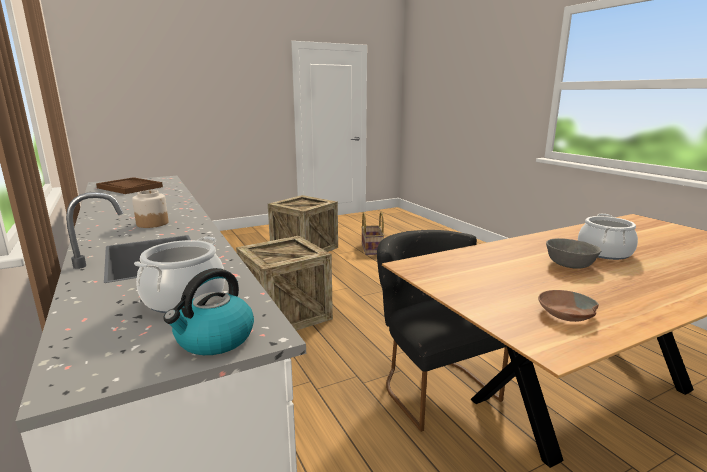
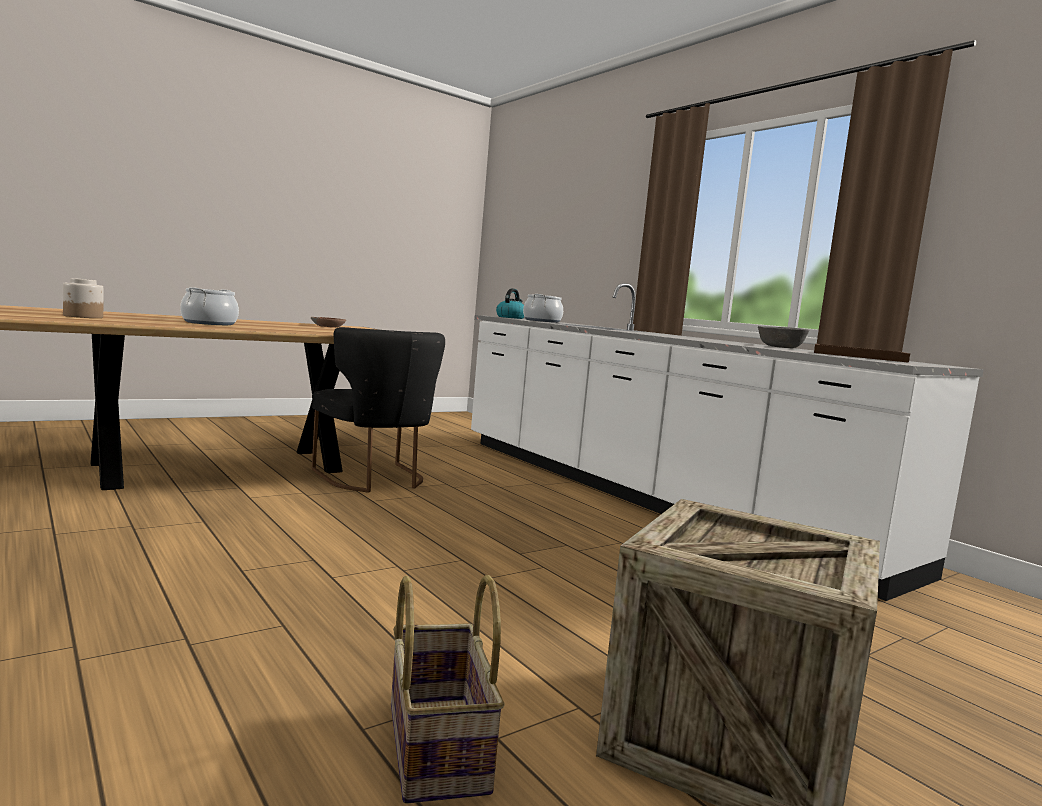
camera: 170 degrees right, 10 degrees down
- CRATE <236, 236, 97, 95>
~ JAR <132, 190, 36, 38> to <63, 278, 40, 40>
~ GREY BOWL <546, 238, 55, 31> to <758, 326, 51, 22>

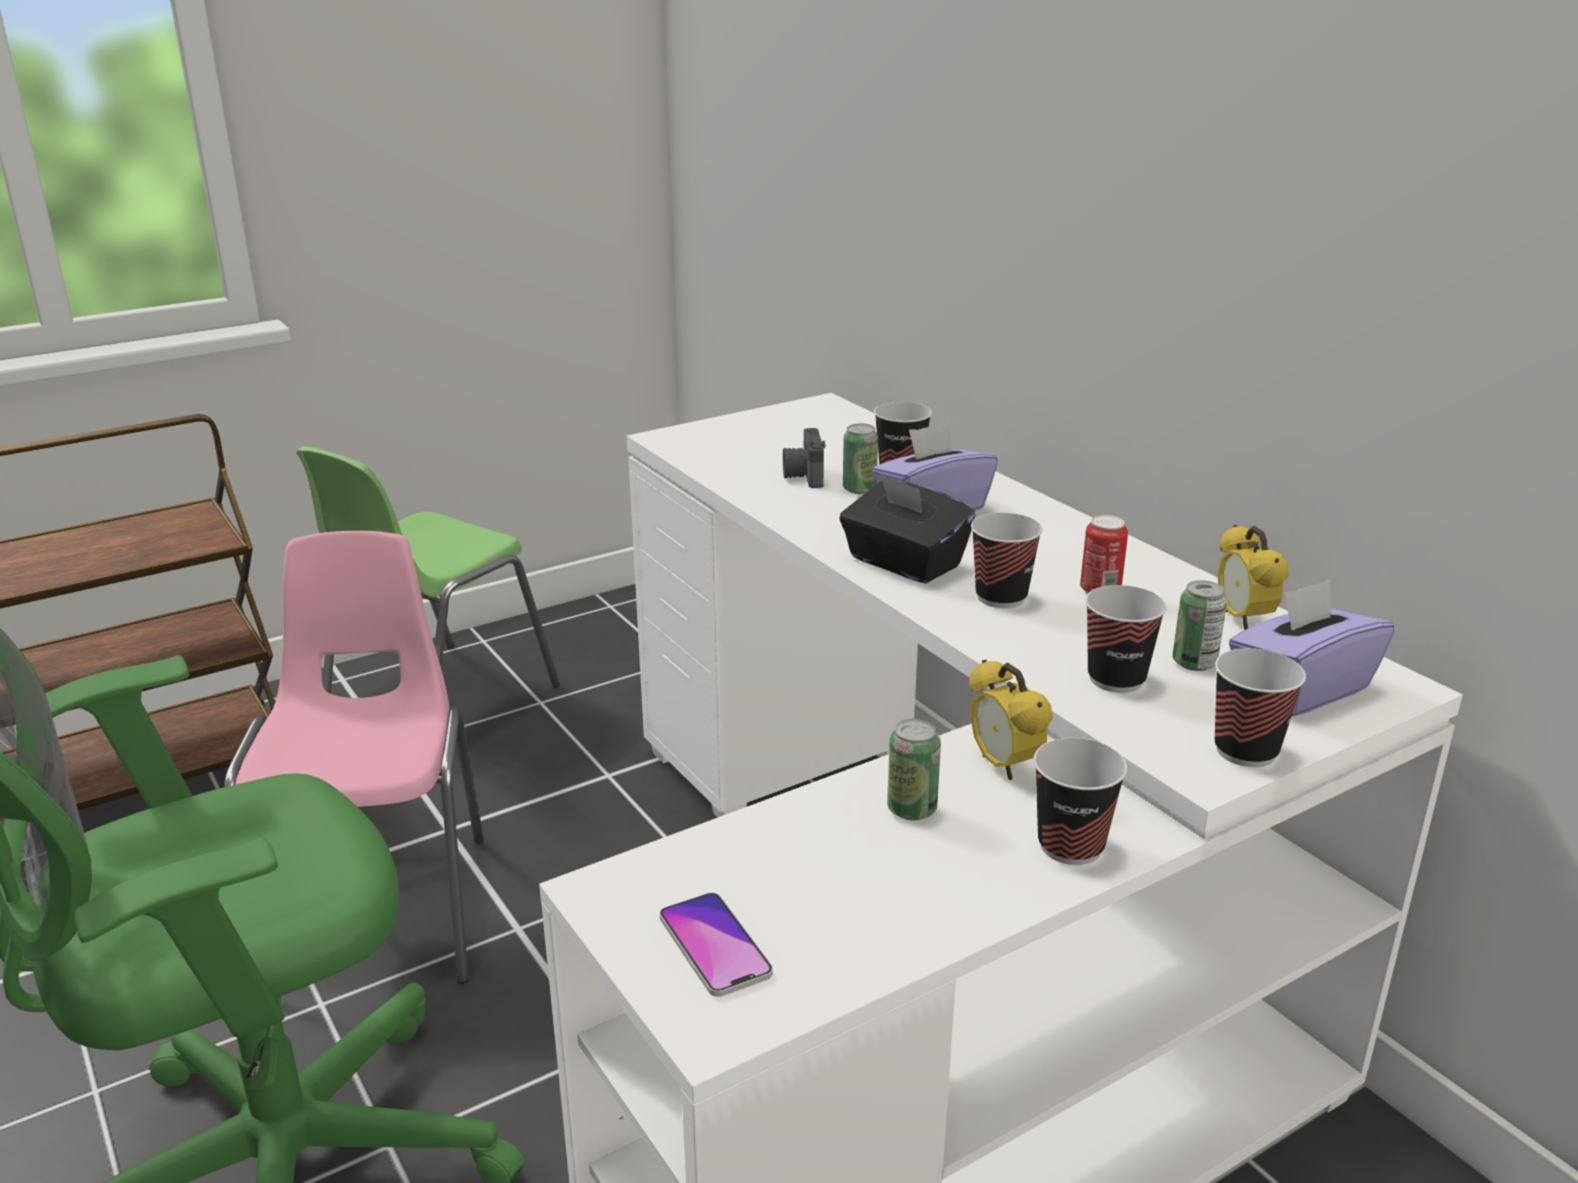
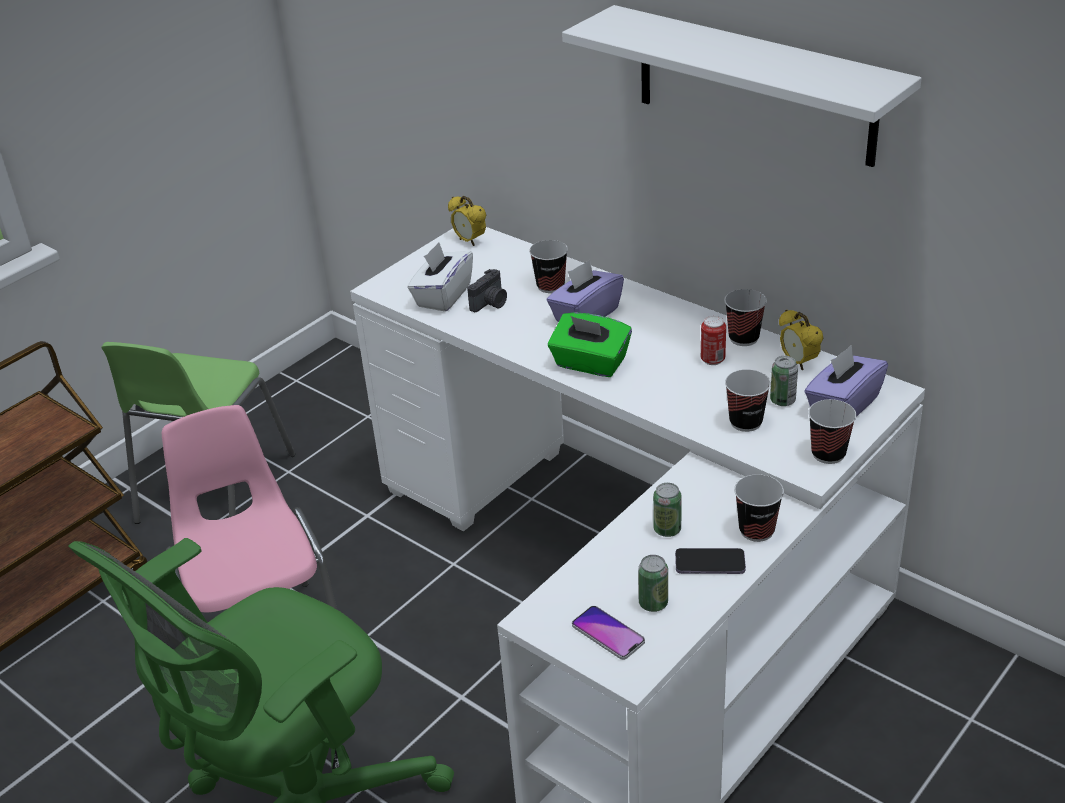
camera: 15 degrees left, 10 degrees up
+ WHITE TISSUE BOX <408, 242, 65, 70>
+ WHITE SHELF <562, 5, 360, 162>
+ PHONE <675, 548, 71, 26>
~ CAN <843, 424, 35, 70> to <638, 555, 30, 57>
~ ALARM CLOCK <969, 660, 84, 120> to <448, 196, 38, 50>
~ CUP <971, 513, 72, 95> to <725, 289, 42, 57>
~ BLACK TISSUE BOX <839, 474, 136, 110> to GREEN TISSUE BOX <548, 312, 84, 65>
~ PHOTO CAMERA <783, 428, 43, 60> = <467, 269, 40, 43> 120 degrees counterclockwise

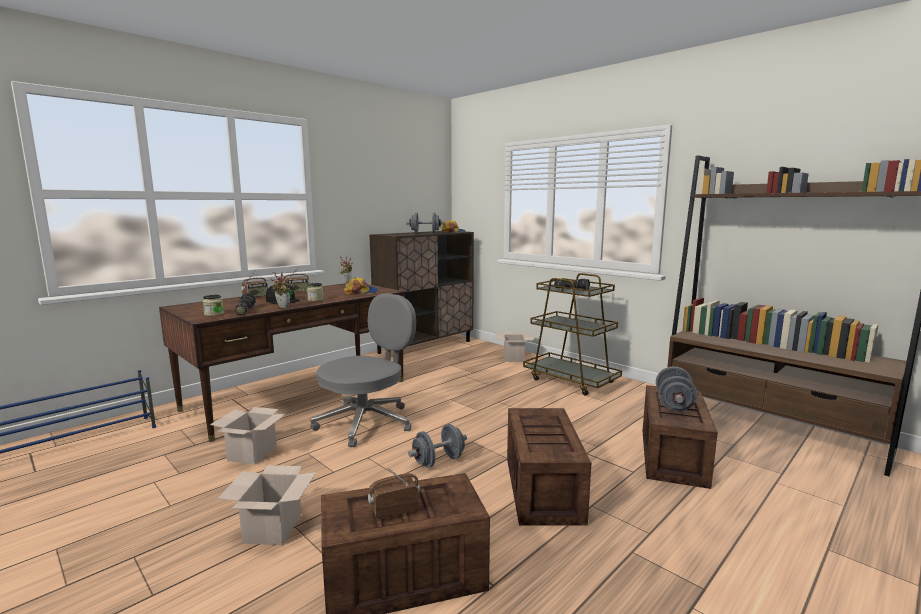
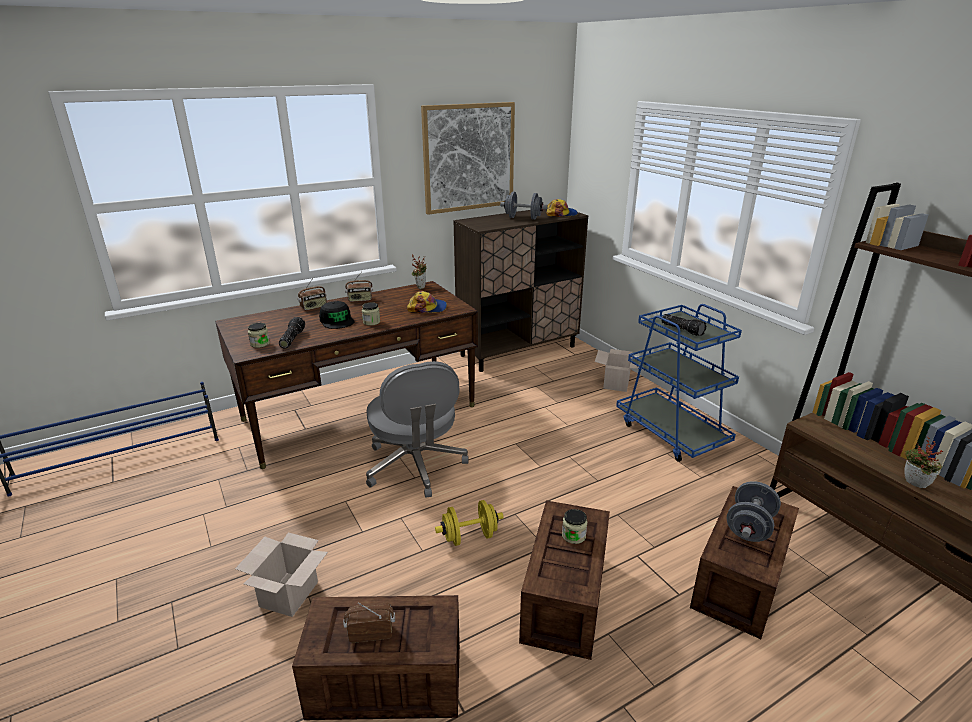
camera: 15 degrees right, 15 degrees up
- CARDBOARD BOX <210, 407, 77, 57>
+ PICTURE <421, 102, 94, 113>
+ JAR <562, 509, 25, 35>
~ POTTED PLANT <270, 272, 20, 36> to <904, 437, 39, 51>
~ GREY DUMBBELL <408, 424, 59, 44> to YELLOW DUMBBELL <435, 500, 69, 46>
~ BROWN CART <523, 273, 99, 123> to BLUE CART <616, 304, 126, 158>
~ GREY OFFICE CHAIR <310, 293, 106, 154> = <366, 361, 103, 137> 105 degrees clockwise

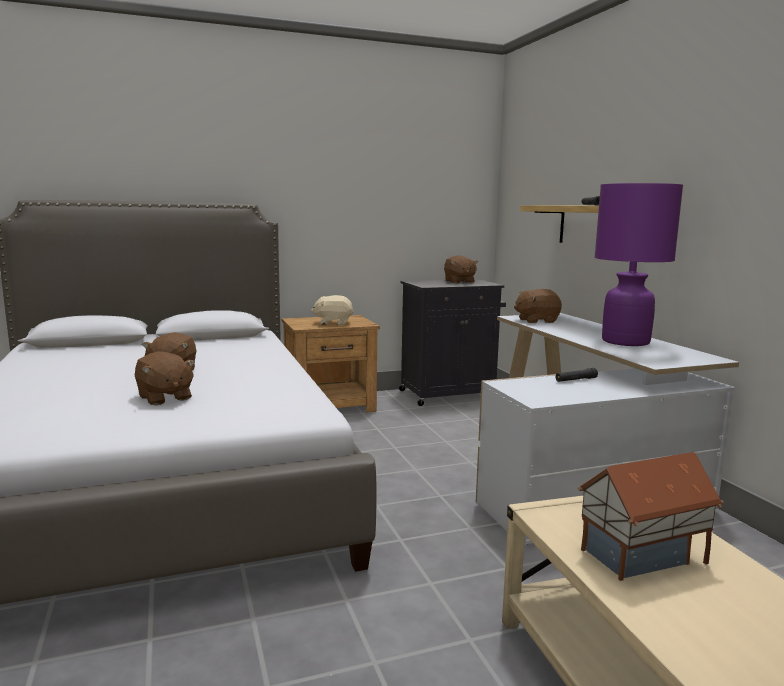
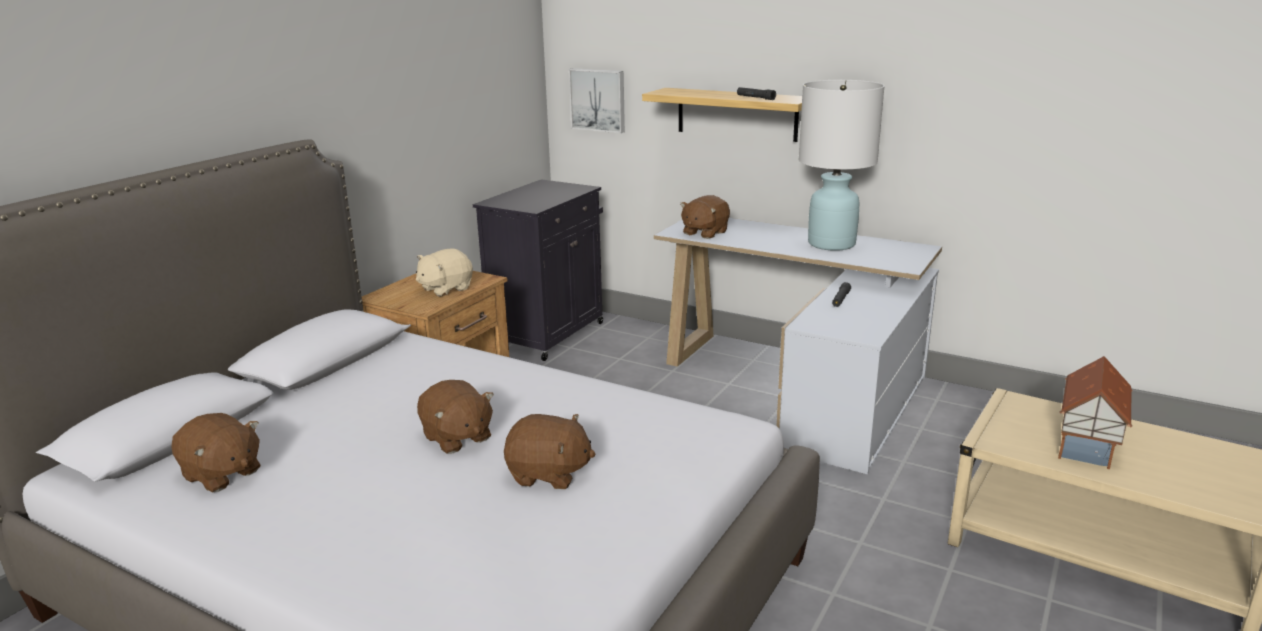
camera: 40 degrees left, 10 degrees up
+ PICTURE <569, 68, 56, 65>
~ BROWN PLUSH TOY <444, 255, 34, 28> to <171, 413, 90, 79>
~ PURPLE TABLE LAMP <594, 183, 89, 163> to WHITE TABLE LAMP <799, 80, 86, 171>

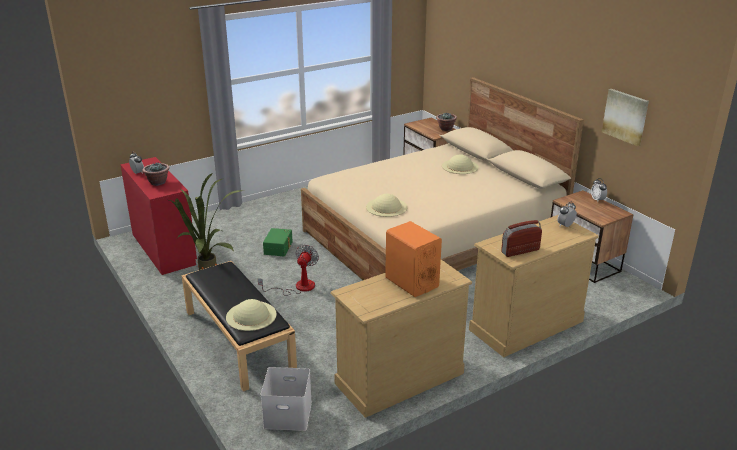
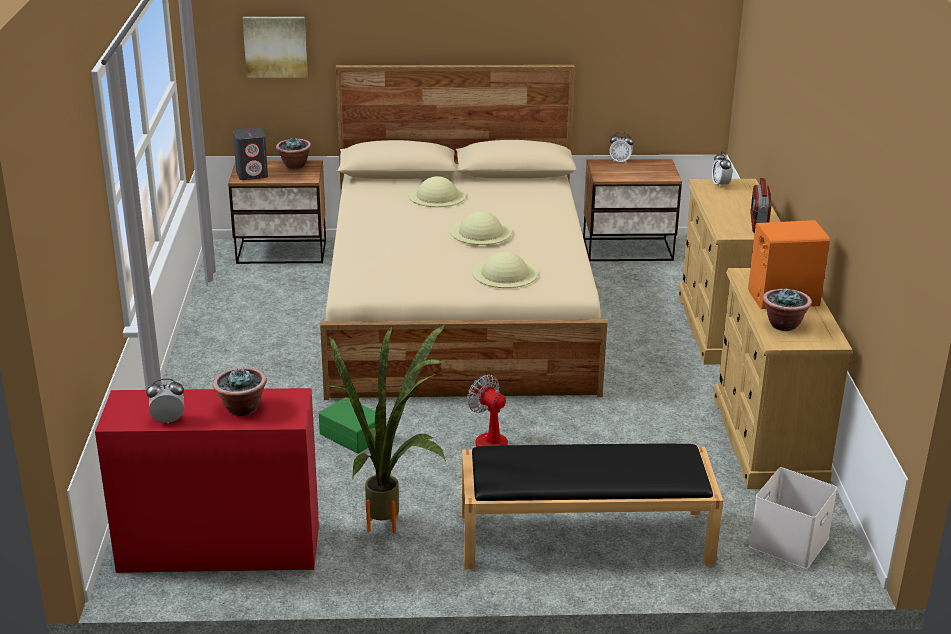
camera: 60 degrees left, 0 degrees up
+ GREY SPEAKER <233, 127, 35, 53>
+ POTTED PLANT <763, 288, 49, 43>
~ BEIGE HAT <226, 299, 51, 32> to <450, 211, 62, 34>
~ PICTURE <602, 89, 47, 57> to <242, 17, 66, 61>

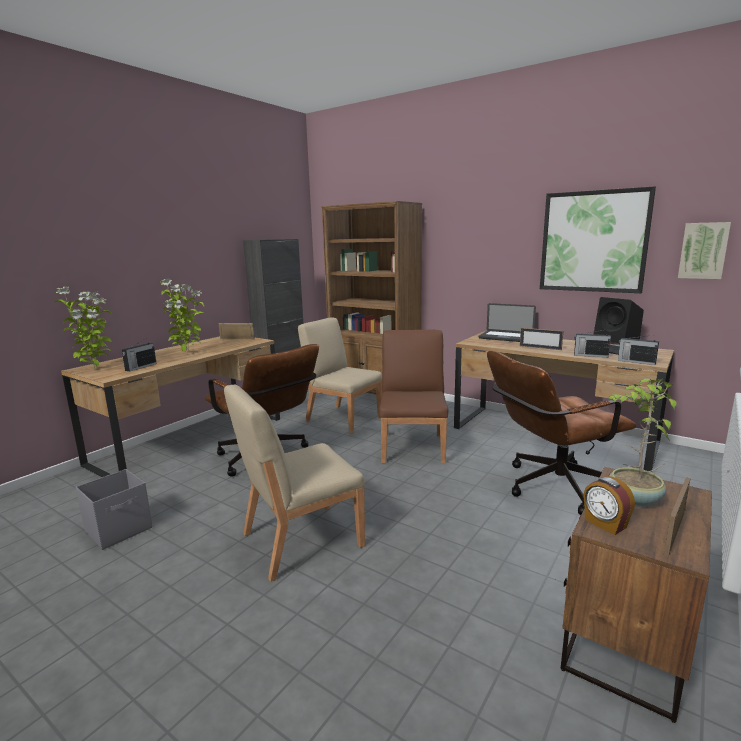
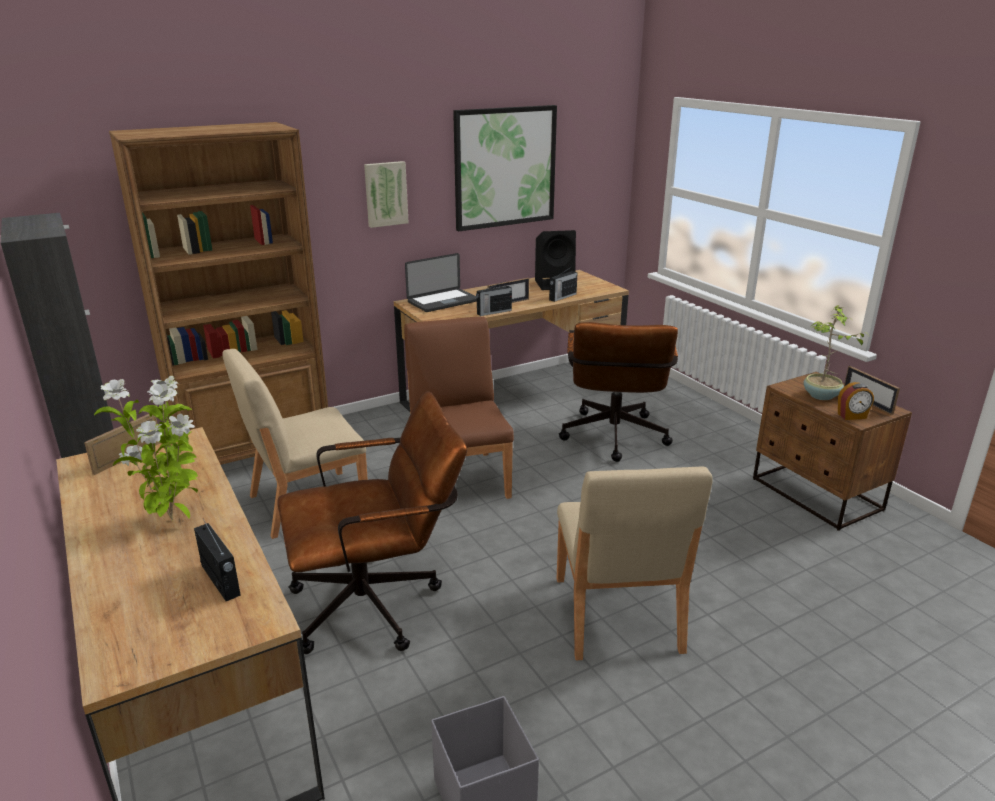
camera: 65 degrees left, 10 degrees up
- POTTED PLANT <55, 286, 57, 83>
~ RADIO <618, 335, 41, 30> to <476, 281, 36, 35>
~ PICTURE <678, 222, 53, 57> to <364, 161, 45, 67>
~ BROWN CHAIR <379, 330, 70, 134> = <404, 317, 110, 182> 45 degrees clockwise

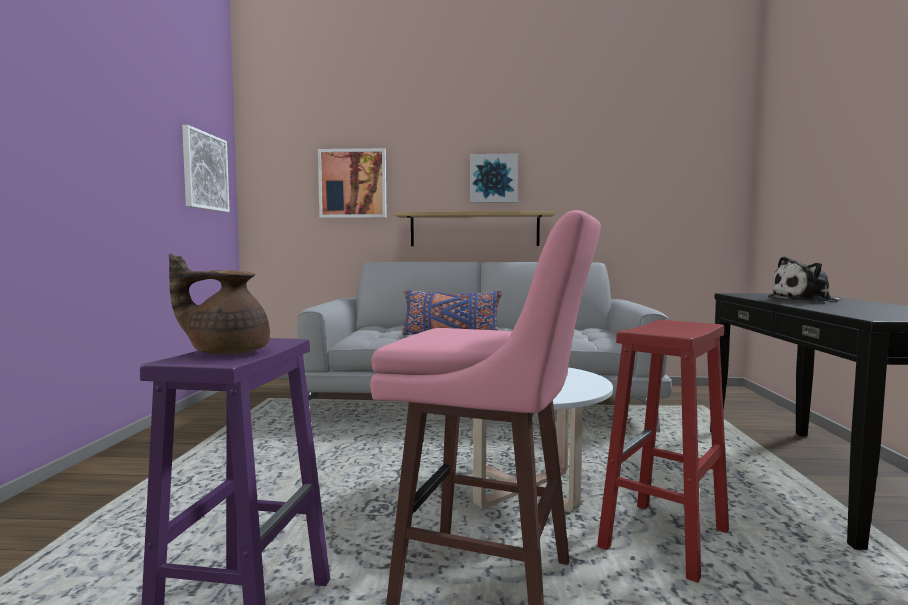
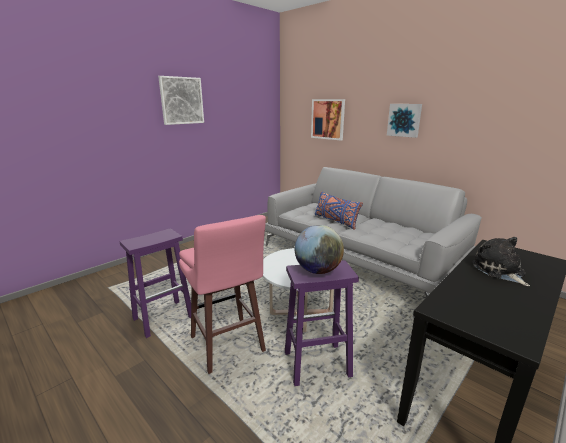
camera: 40 degrees right, 15 degrees up
- BROWN TEAPOT <169, 253, 101, 101>
- SHELF <394, 211, 162, 35>
+ GLOBE <295, 225, 49, 49>
~ PICTURE <182, 125, 48, 87> to <158, 76, 46, 49>
~ RED STOOL <597, 320, 132, 263> to PURPLE STOOL <285, 260, 74, 126>
~ PLUSH TOY <768, 257, 73, 45> = <472, 237, 58, 49> 45 degrees clockwise

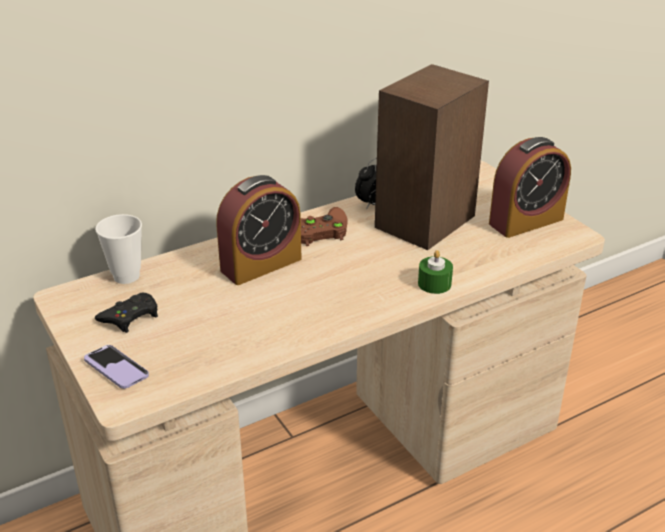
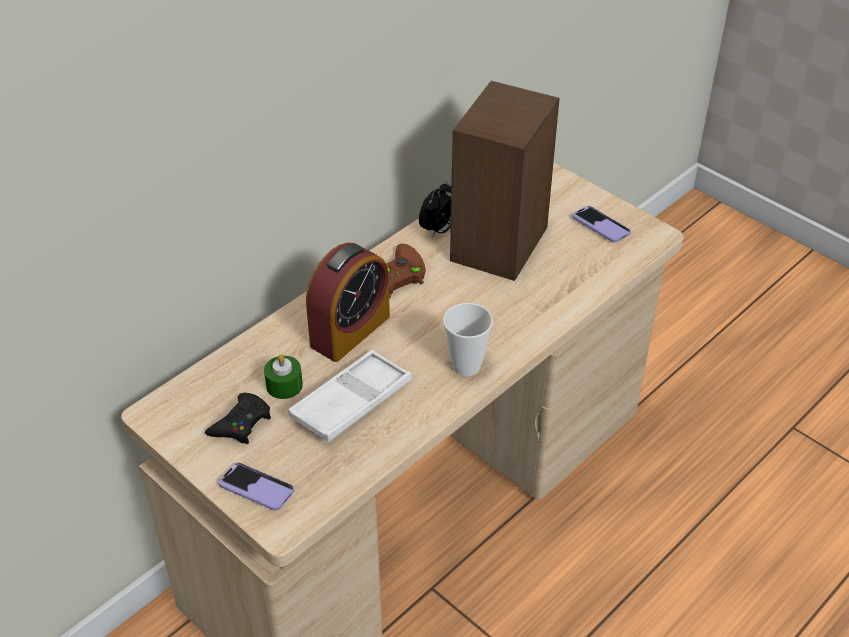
camera: 15 degrees left, 10 degrees up
+ WHITE TRAY <288, 350, 124, 92>
~ CUP <95, 214, 47, 70> to <443, 303, 50, 73>
~ GREEN CANDLE <418, 250, 35, 44> to <264, 354, 39, 45>
~ ALARM CLOCK <489, 137, 82, 101> to PHONE <572, 206, 59, 37>

